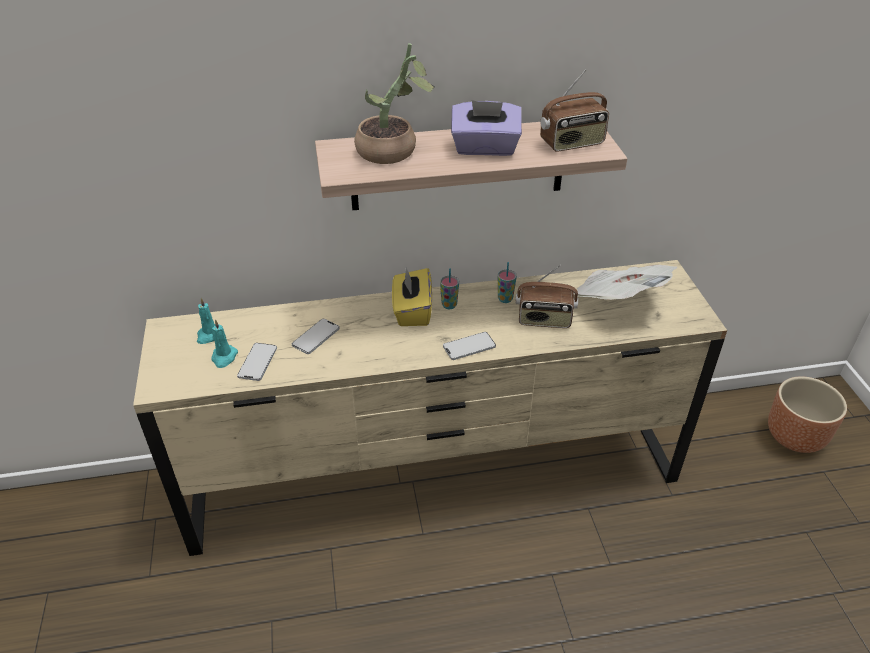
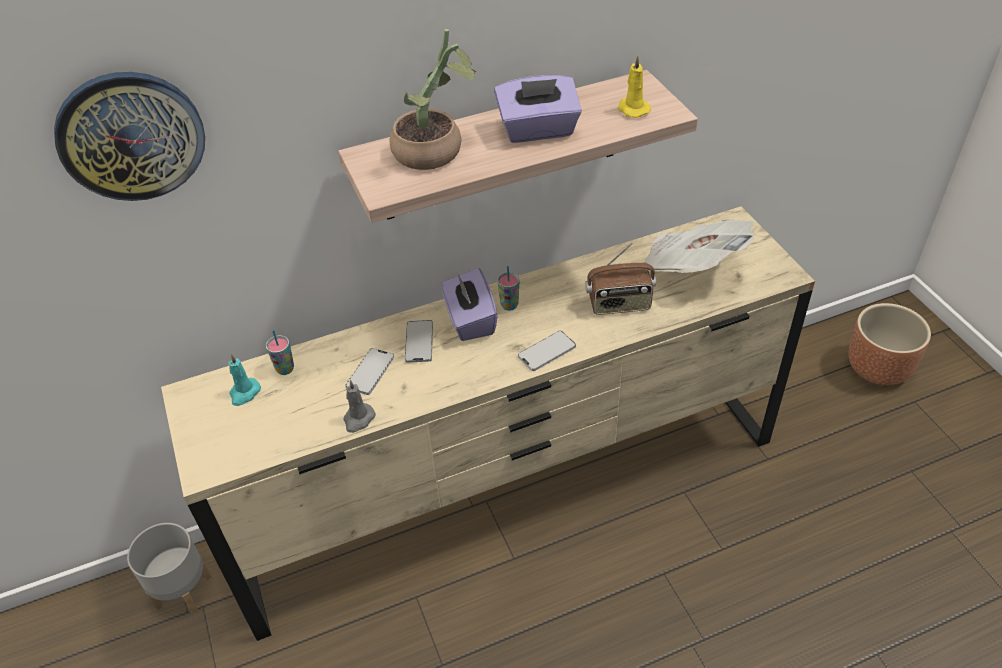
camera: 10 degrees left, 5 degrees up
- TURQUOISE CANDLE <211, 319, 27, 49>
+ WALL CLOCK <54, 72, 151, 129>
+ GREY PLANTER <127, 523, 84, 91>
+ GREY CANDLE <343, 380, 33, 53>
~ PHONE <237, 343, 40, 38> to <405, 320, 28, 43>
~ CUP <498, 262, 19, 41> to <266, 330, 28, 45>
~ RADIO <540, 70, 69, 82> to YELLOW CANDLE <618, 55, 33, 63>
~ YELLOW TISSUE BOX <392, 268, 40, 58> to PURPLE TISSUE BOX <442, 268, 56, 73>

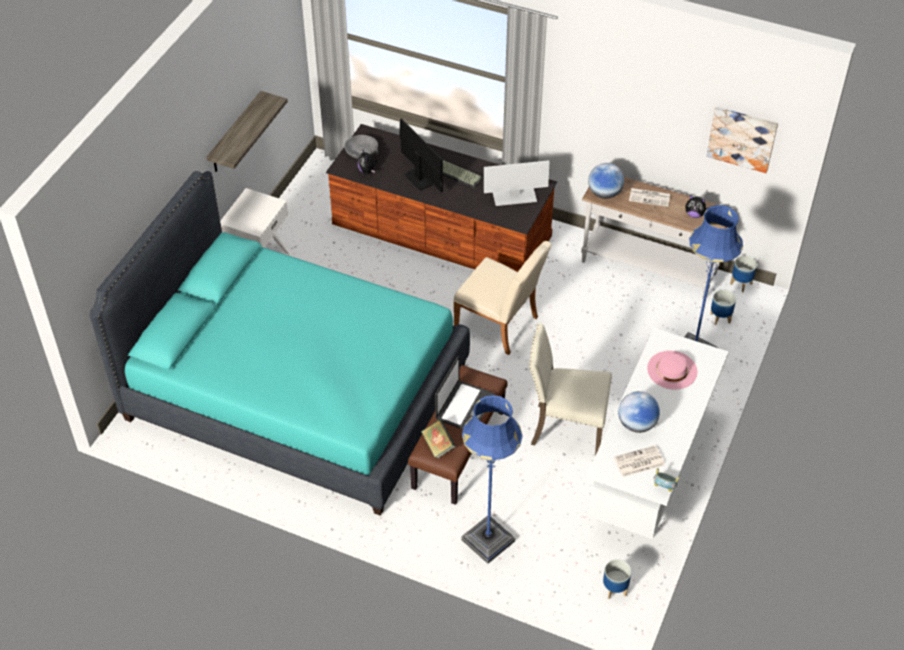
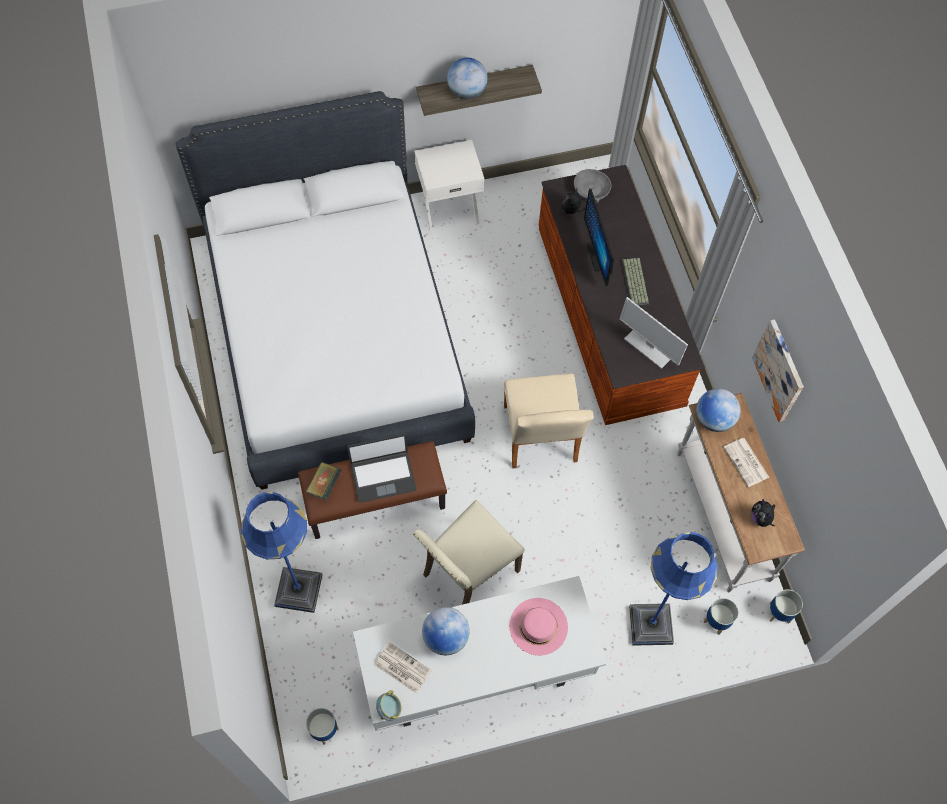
camera: 50 degrees right, 15 degrees up
+ GLOBE <447, 58, 41, 42>
~ PICTURE <706, 107, 72, 66> to <752, 319, 52, 103>
~ TURQUOISE BED <89, 171, 381, 345> to WHITE BED <175, 91, 300, 399>
~ MONITOR <400, 119, 43, 73> = <584, 189, 30, 97> 150 degrees clockwise
~ BEIGE CHAIR <529, 324, 83, 132> = <413, 500, 112, 105> 105 degrees counterclockwise

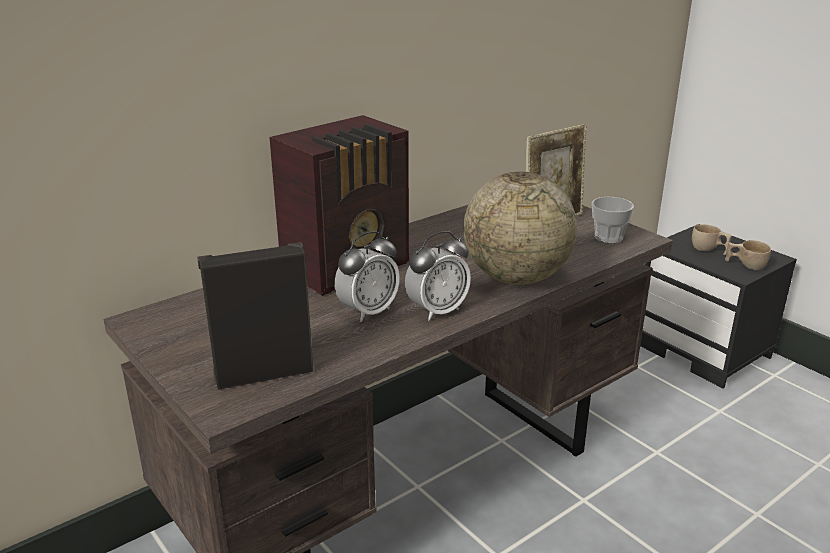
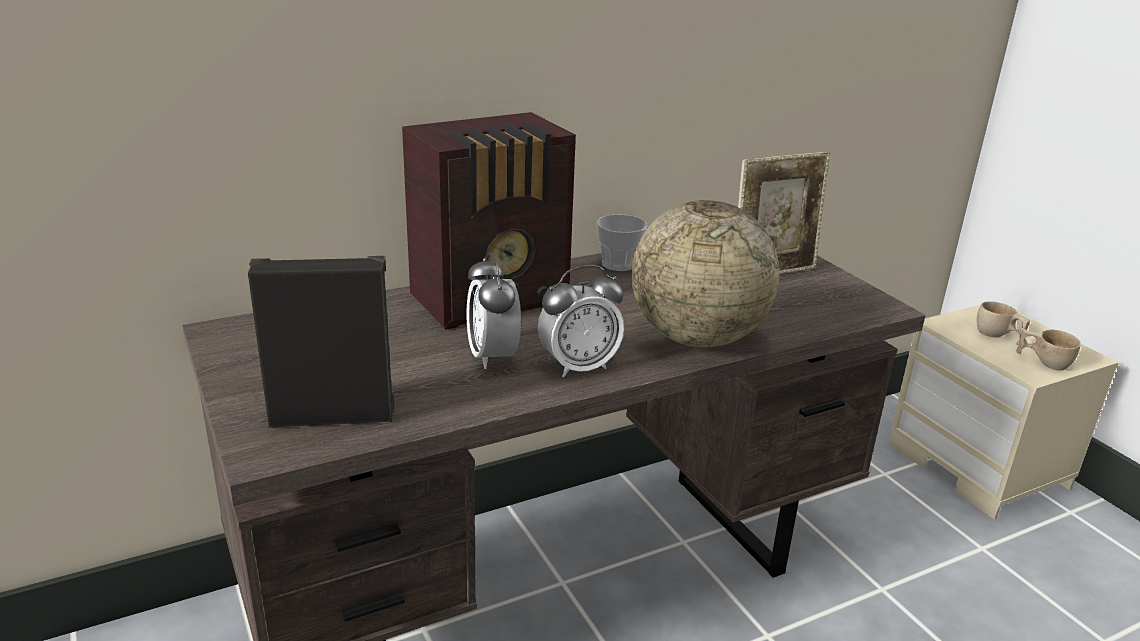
camera: 10 degrees right, 0 degrees up
~ CUP <592, 197, 42, 46> to <596, 214, 51, 57>
~ BLACK NIGHTSTAND <640, 224, 157, 165> to BEIGE NIGHTSTAND <889, 301, 230, 218>
~ ALARM CLOCK <335, 231, 65, 91> = <467, 253, 54, 116> 105 degrees clockwise

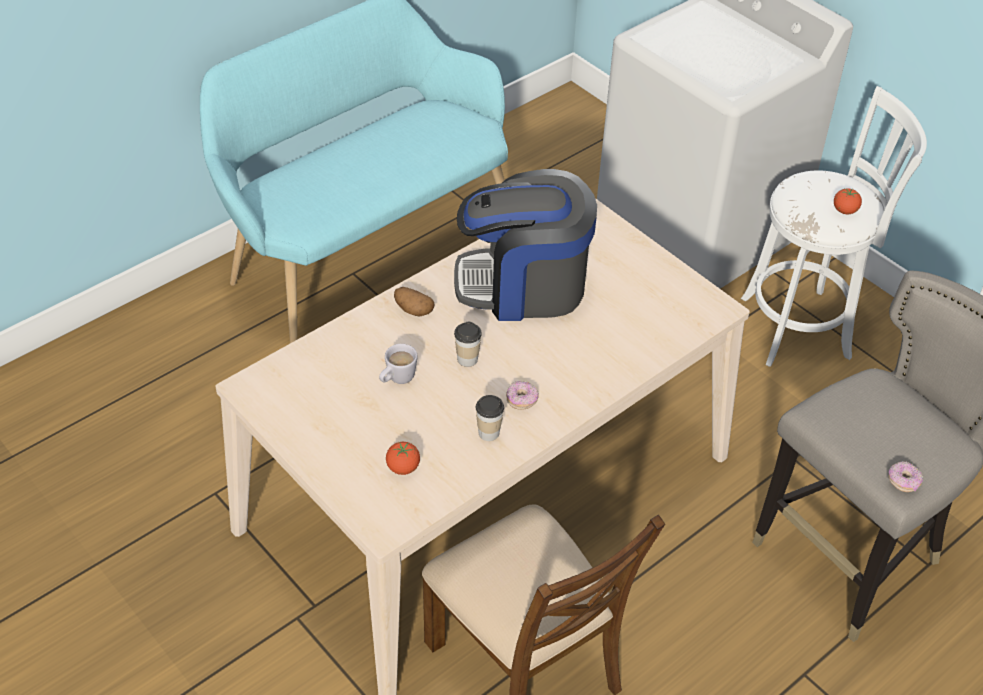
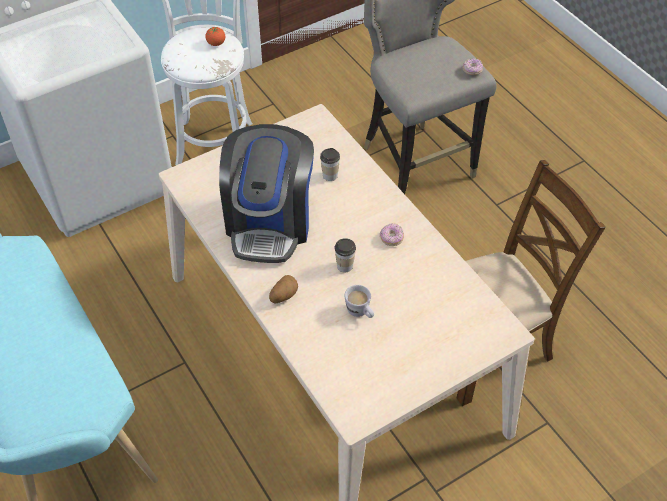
camera: 80 degrees left, 5 degrees up
- TOMATO <386, 442, 34, 33>
~ CUP <476, 395, 28, 46> to <320, 148, 20, 33>

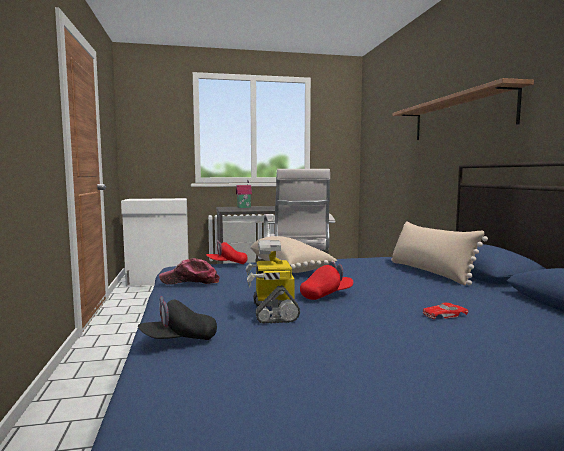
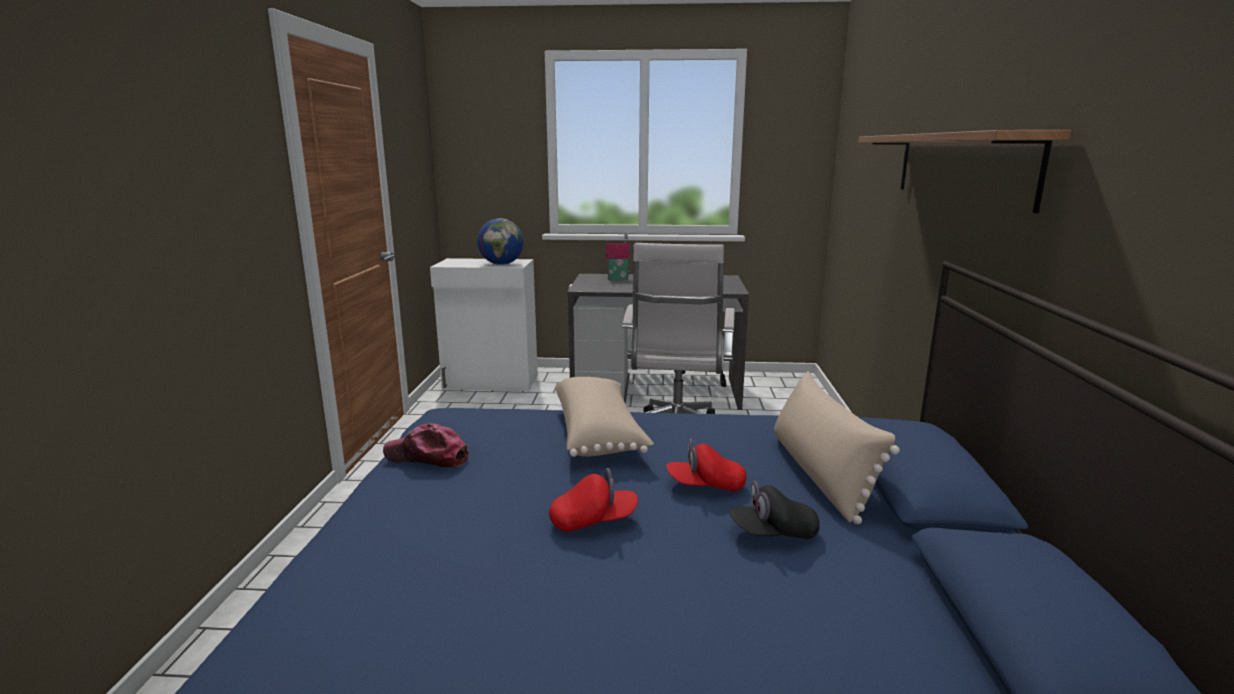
camera: 15 degrees right, 10 degrees up
- TOY ROBOT <246, 240, 54, 84>
- RED TOY CAR <423, 303, 45, 17>
+ GLOBE <477, 218, 47, 47>
~ BLACK CAP <138, 296, 79, 44> to <729, 481, 91, 58>
~ RED CAP <206, 240, 42, 24> to <666, 439, 80, 53>

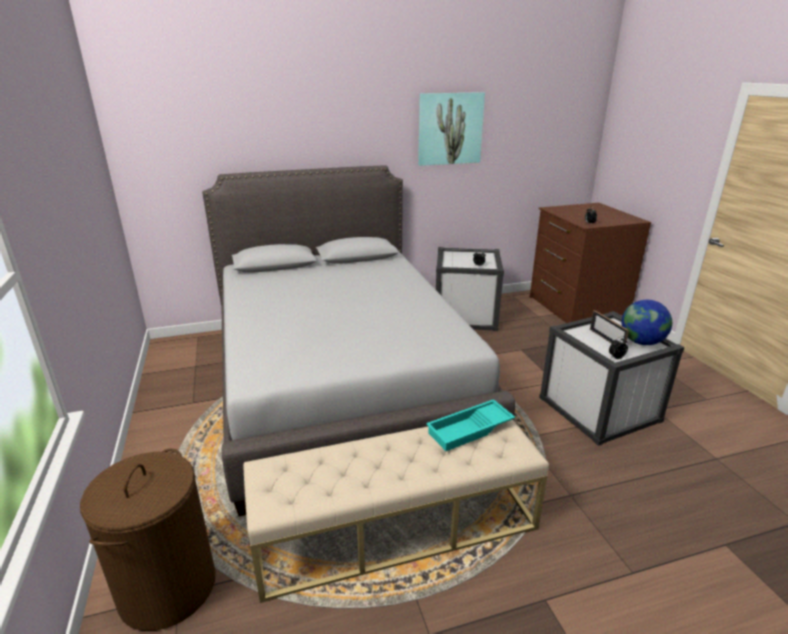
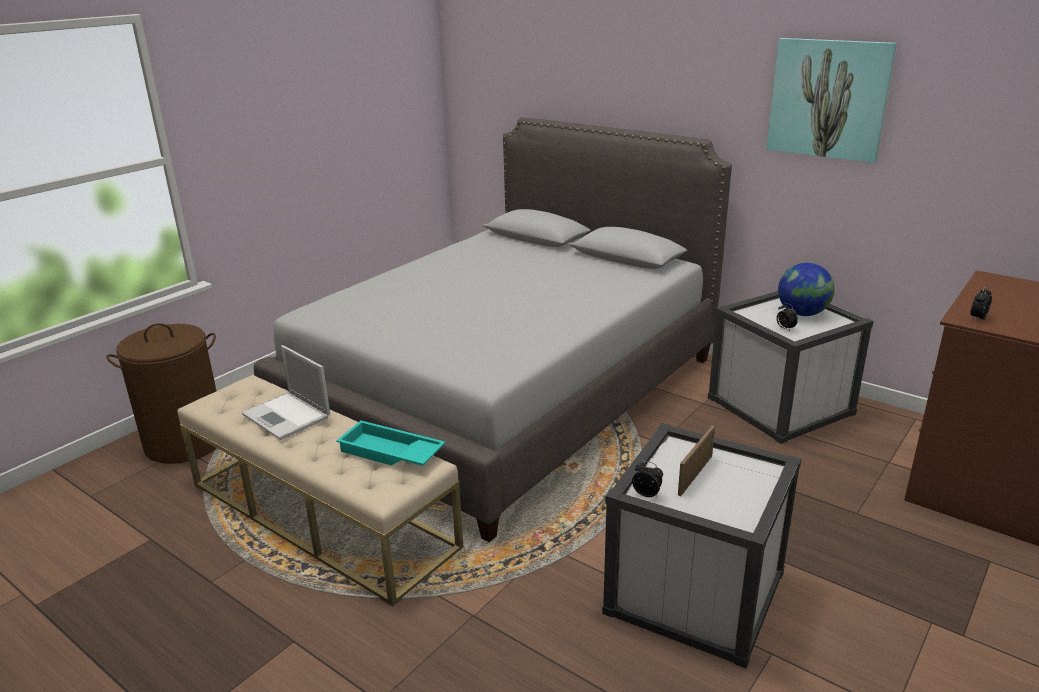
camera: 55 degrees right, 0 degrees up
+ LAPTOP <241, 345, 89, 95>
~ GLOBE <622, 300, 50, 45> to <778, 263, 57, 53>

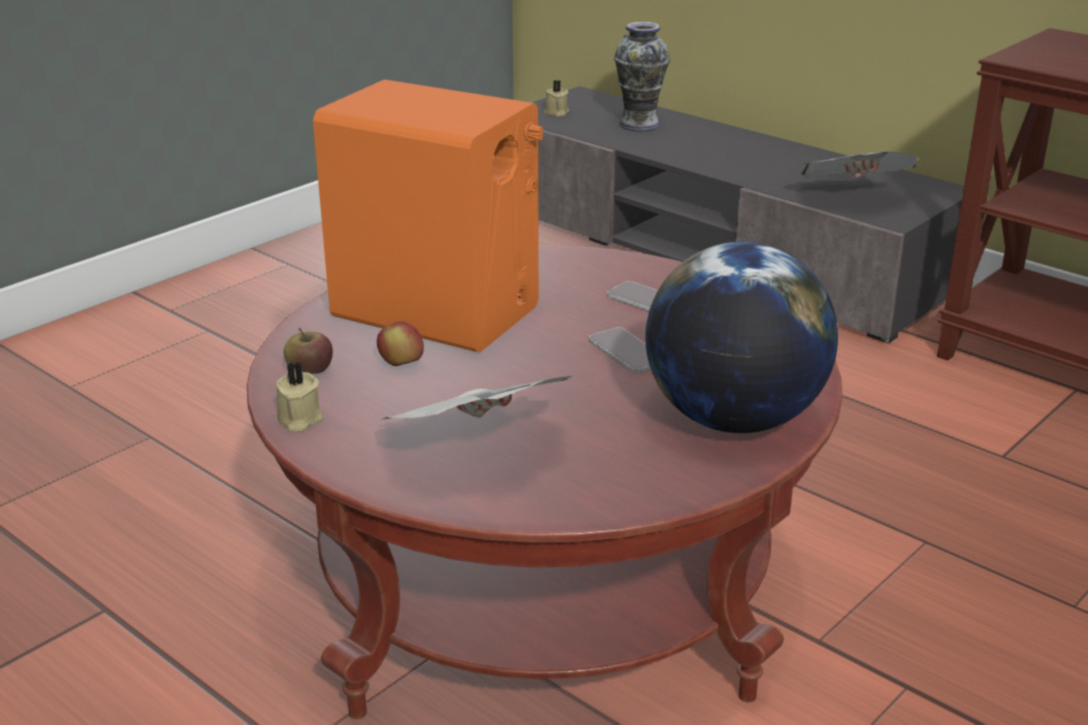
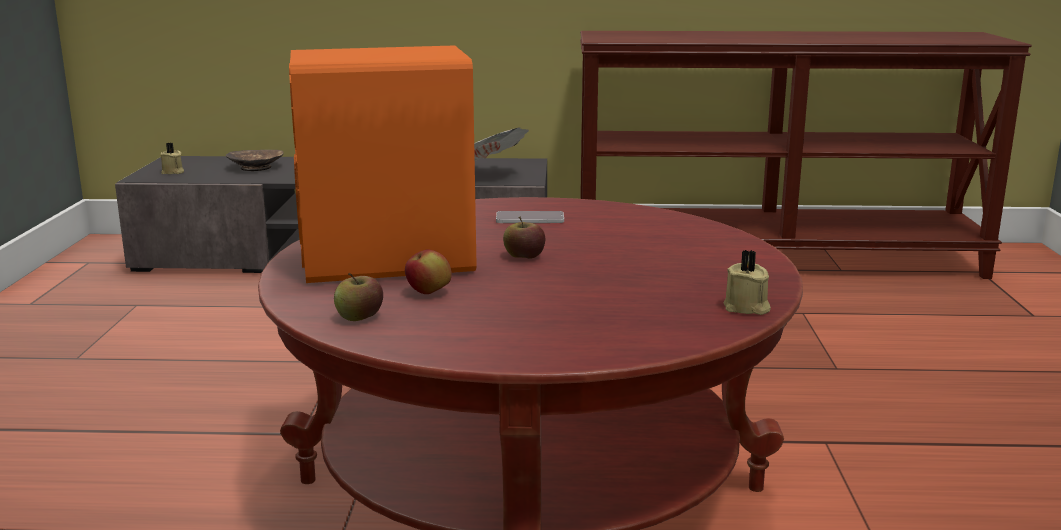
camera: 40 degrees left, 10 degrees down
- NEWSPAPER <380, 376, 192, 44>
- PHONE <589, 327, 62, 46>
- GLOBE <646, 242, 192, 191>
+ APPLE <503, 217, 42, 41>
~ BEIGE CANDLE <276, 362, 47, 70> to <724, 250, 47, 65>
~ VASE <614, 22, 57, 110> to BROWN BOWL <226, 150, 58, 21>

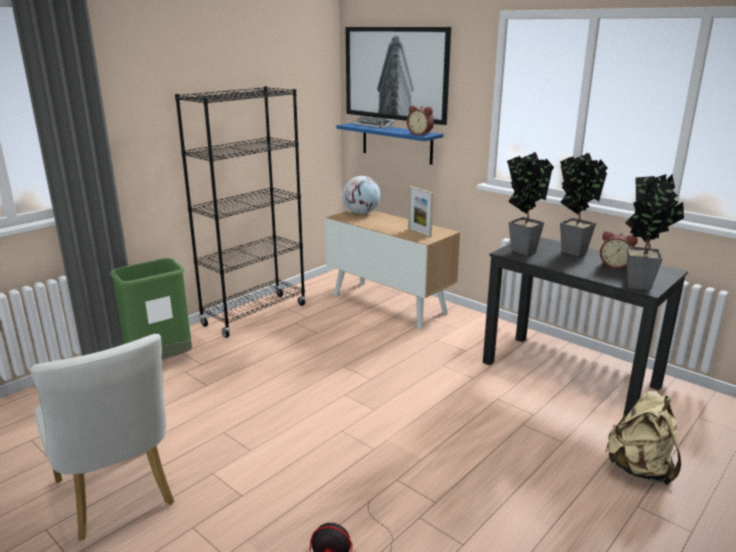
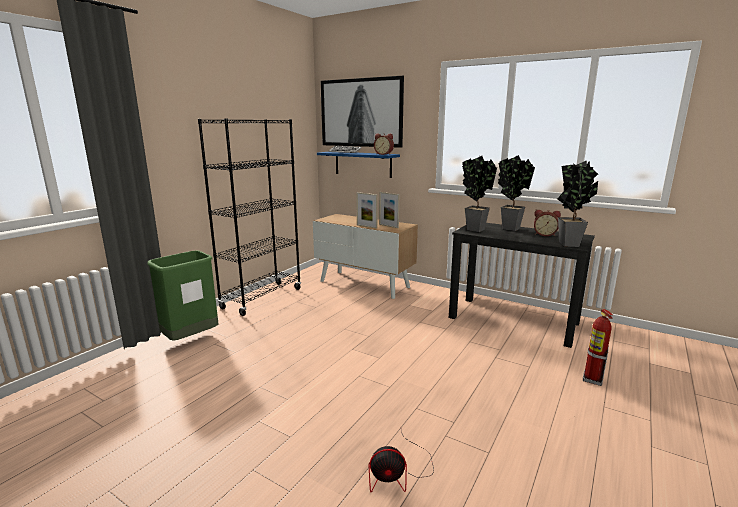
camera: 10 degrees left, 5 degrees down
- WHITE CHAIR <30, 334, 144, 207>
- GLOBE <343, 176, 37, 38>
+ PICTURE FRAME <356, 192, 22, 37>
~ BEIGE BACKPACK <605, 391, 76, 94> to FIRE EXTINGUISHER <583, 309, 30, 77>

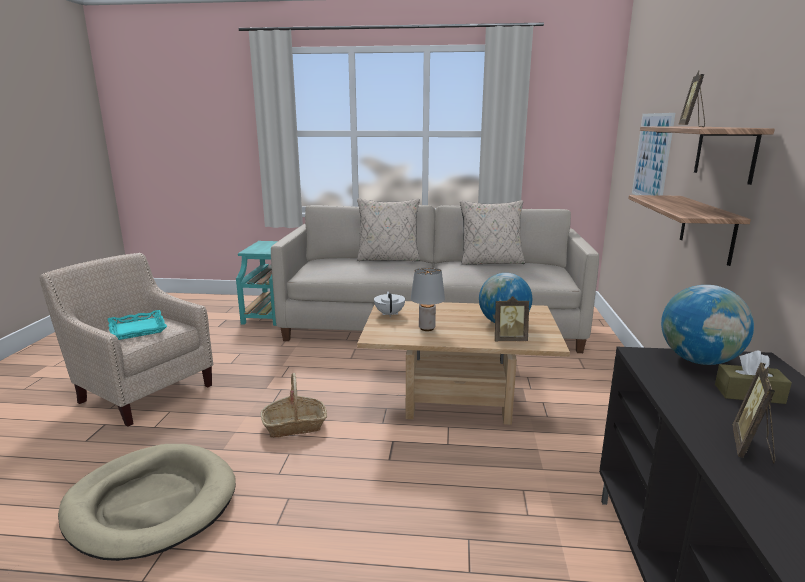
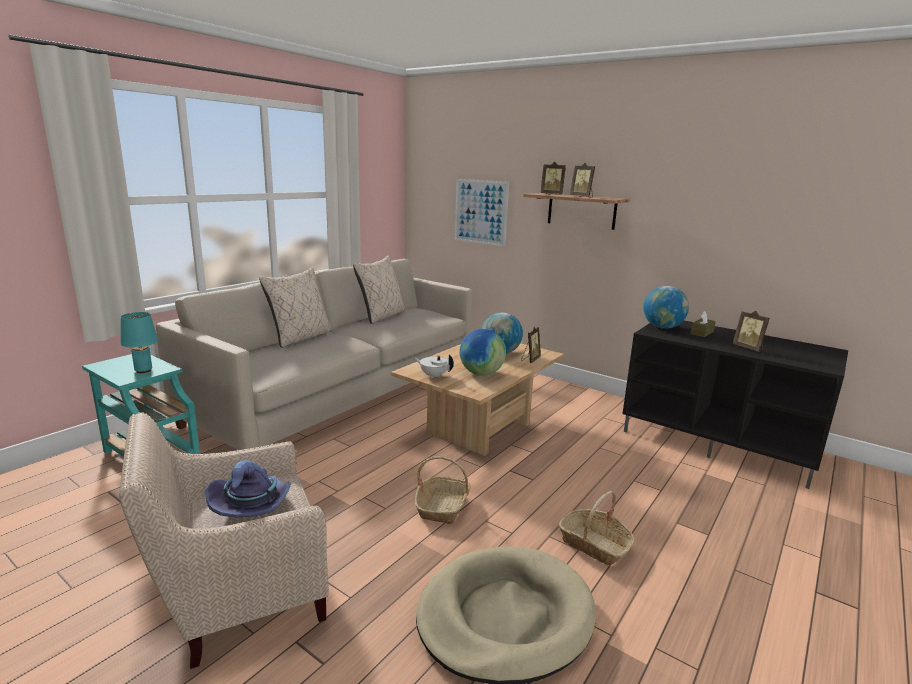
camera: 60 degrees left, 0 degrees up
- SHELF <628, 195, 123, 71>
+ TURQUOISE TABLE LAMP <121, 312, 37, 61>
+ PICTURE FRAME <540, 162, 26, 33>
+ BASKET <559, 491, 76, 75>
~ TURQUOISE TRAY <108, 310, 59, 30> to PURPLE HAT <205, 460, 86, 57>
~ GREY TABLE LAMP <411, 267, 34, 64> to GLOBE <459, 329, 47, 46>

